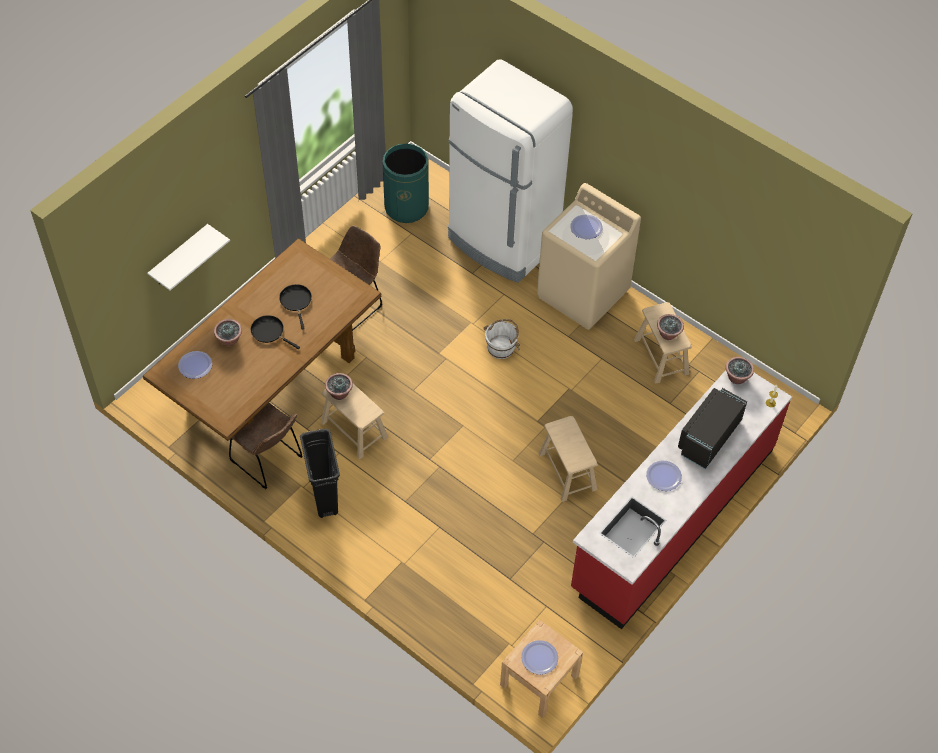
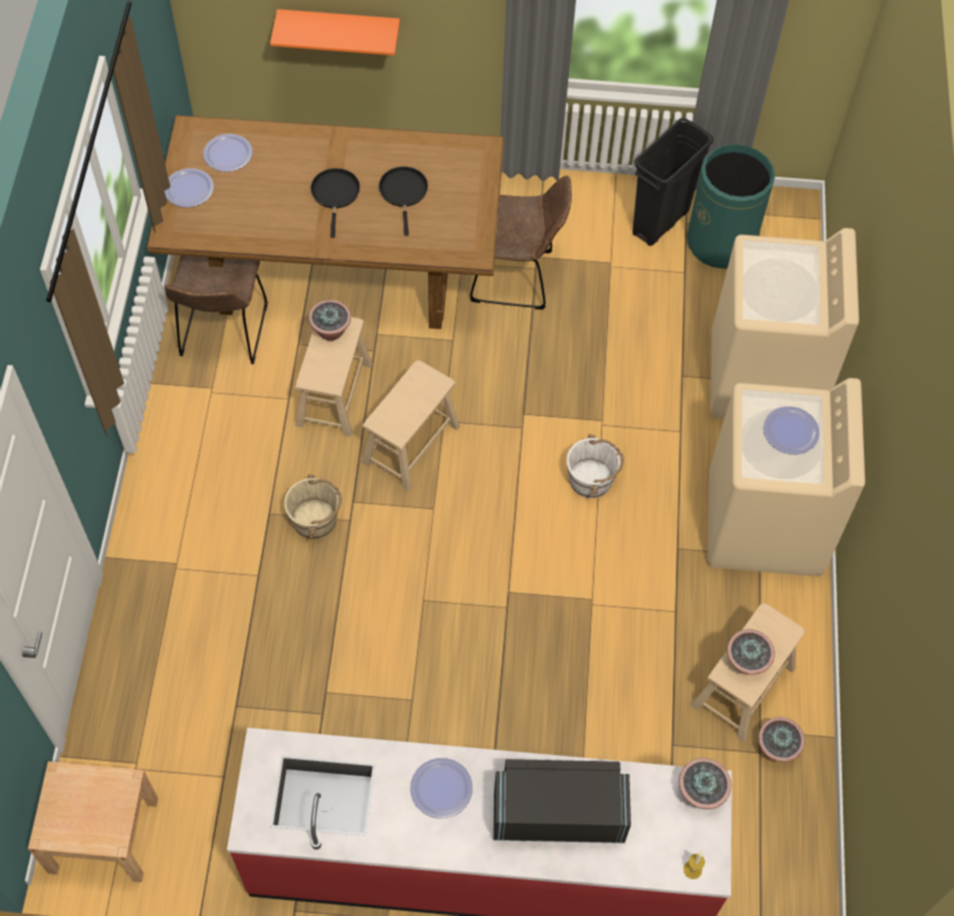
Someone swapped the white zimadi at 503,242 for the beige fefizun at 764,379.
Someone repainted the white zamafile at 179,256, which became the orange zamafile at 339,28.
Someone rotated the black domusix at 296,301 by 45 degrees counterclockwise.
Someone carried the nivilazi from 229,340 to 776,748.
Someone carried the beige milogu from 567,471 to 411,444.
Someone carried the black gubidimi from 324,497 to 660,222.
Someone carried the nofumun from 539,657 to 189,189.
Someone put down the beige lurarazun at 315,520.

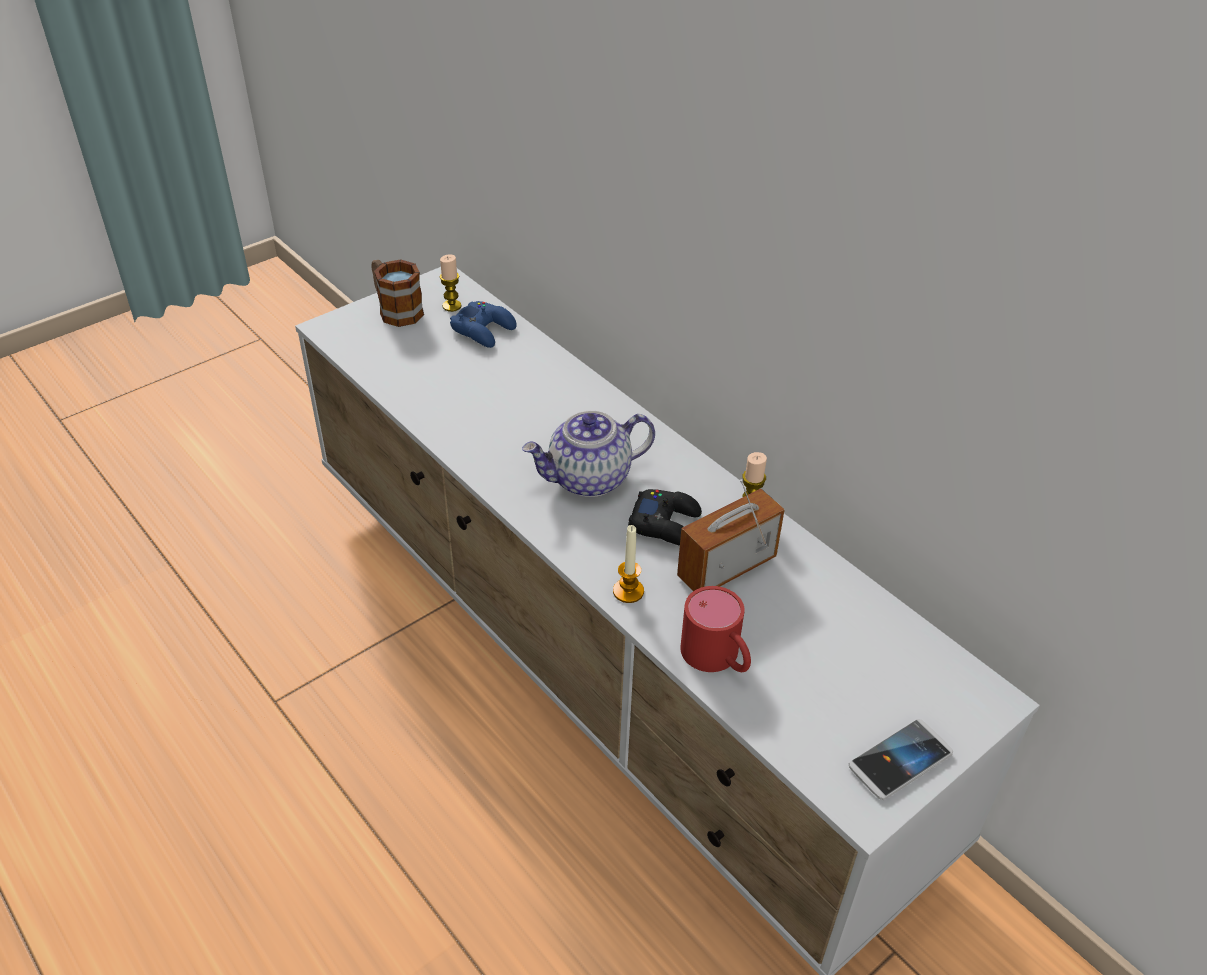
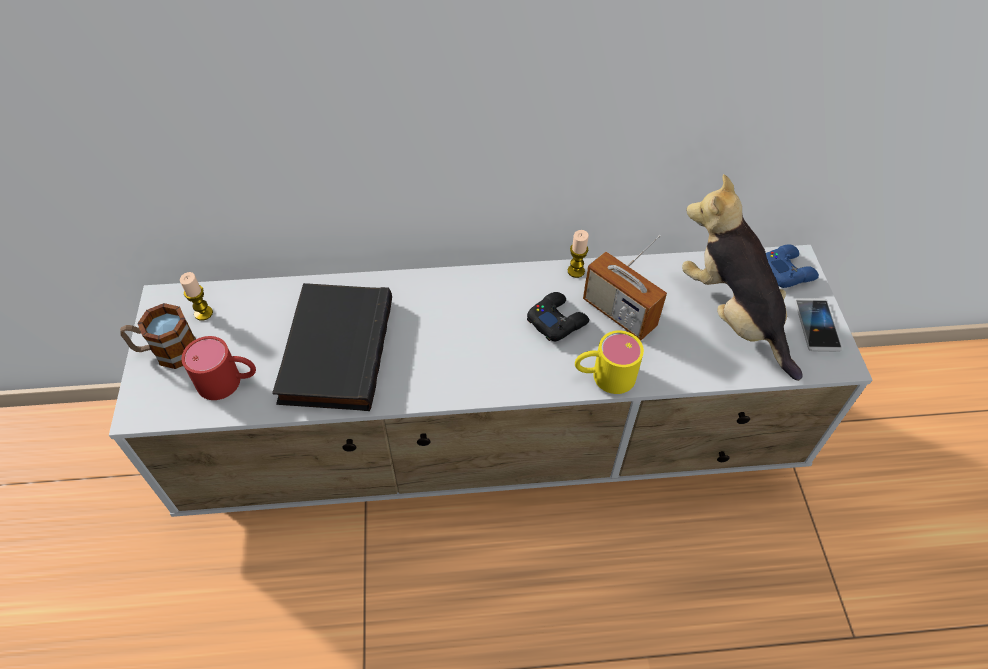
Someone carried the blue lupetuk from 484,330 to 786,271.
Someone took away the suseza at 589,479.
Someone rotated the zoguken at 726,567 by 45 degrees counterclockwise.
Someone swapped the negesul at 628,591 for the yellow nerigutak at 604,376.
Someone carried the red nerigutak from 718,658 to 229,381.
Someone put down the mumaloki at 732,315.
Someone put down the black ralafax at 334,349.

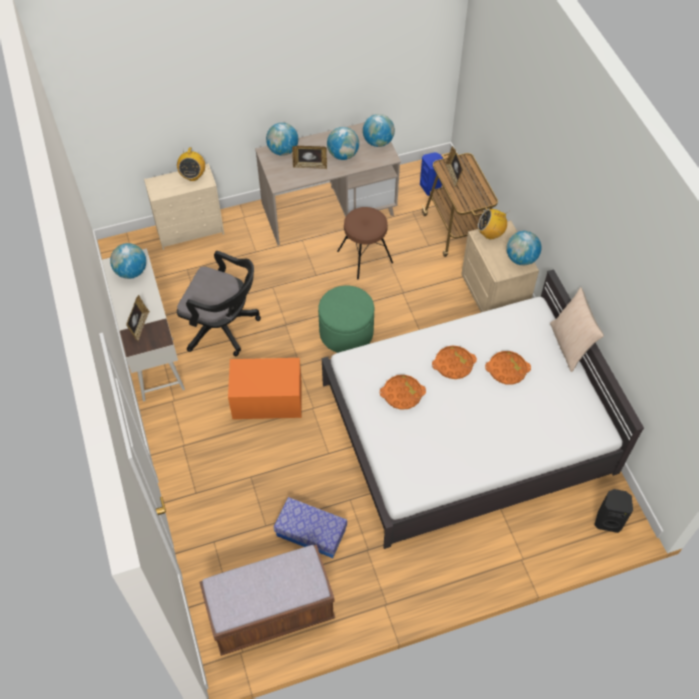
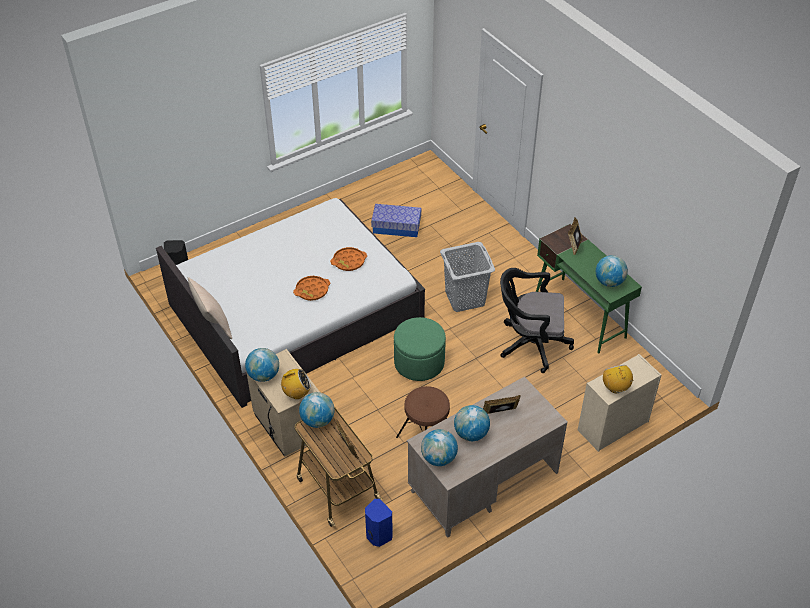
Someone carried the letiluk from 283,150 to 318,420.
Someone repainted the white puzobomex at 151,349, which became the green puzobomex at 580,315.
Someone took away the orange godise at 507,369.
Someone swapped the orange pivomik at 267,399 for the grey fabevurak at 465,298.
Someone took away the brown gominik at 271,613.

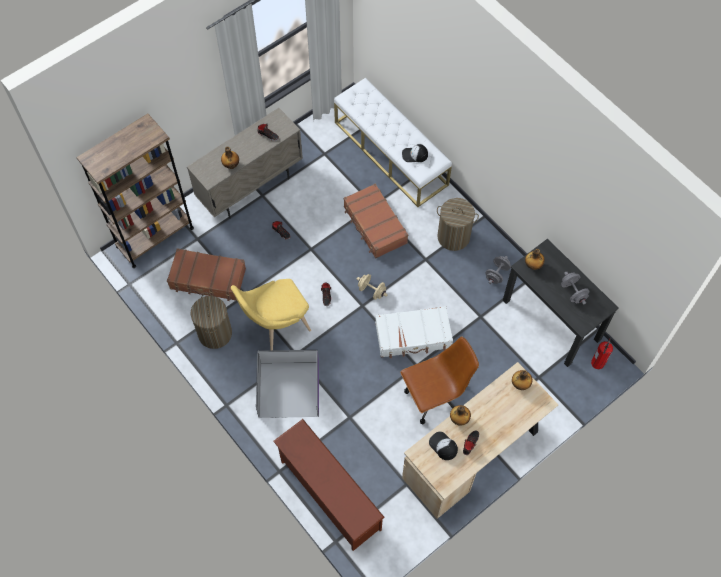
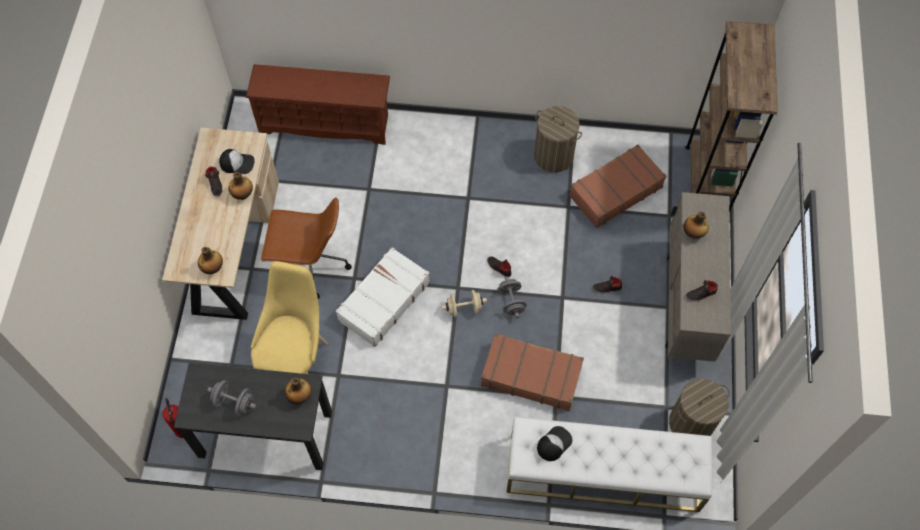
Someone carried the fabevurak from 453,237 to 691,423.
Someone carried the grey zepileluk from 497,274 to 511,302.
Someone carried the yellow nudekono from 276,325 to 296,358.
Someone rotated the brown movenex at 435,398 by 105 degrees counterclockwise.
Someone took away the purple pivomik at 288,389.

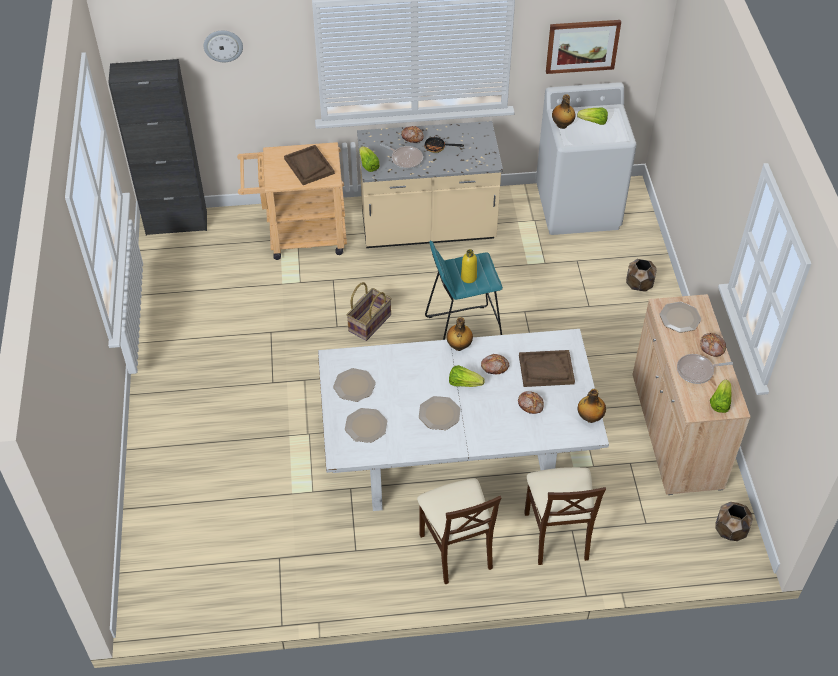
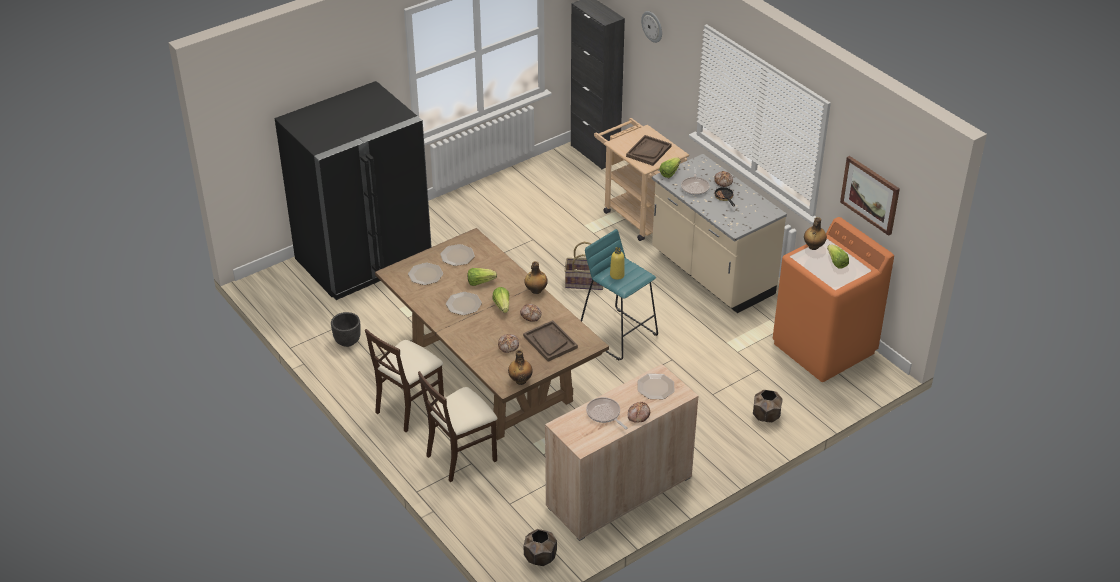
Someone repainted the white fefizun at 578,207, which became the orange fefizun at 824,348.
Someone repainted the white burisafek at 457,458, which became the brown burisafek at 492,377.
Someone carried the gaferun from 720,402 to 480,282.
Someone put down the black zimadi at 364,260.
Someone put down the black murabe at 347,341.

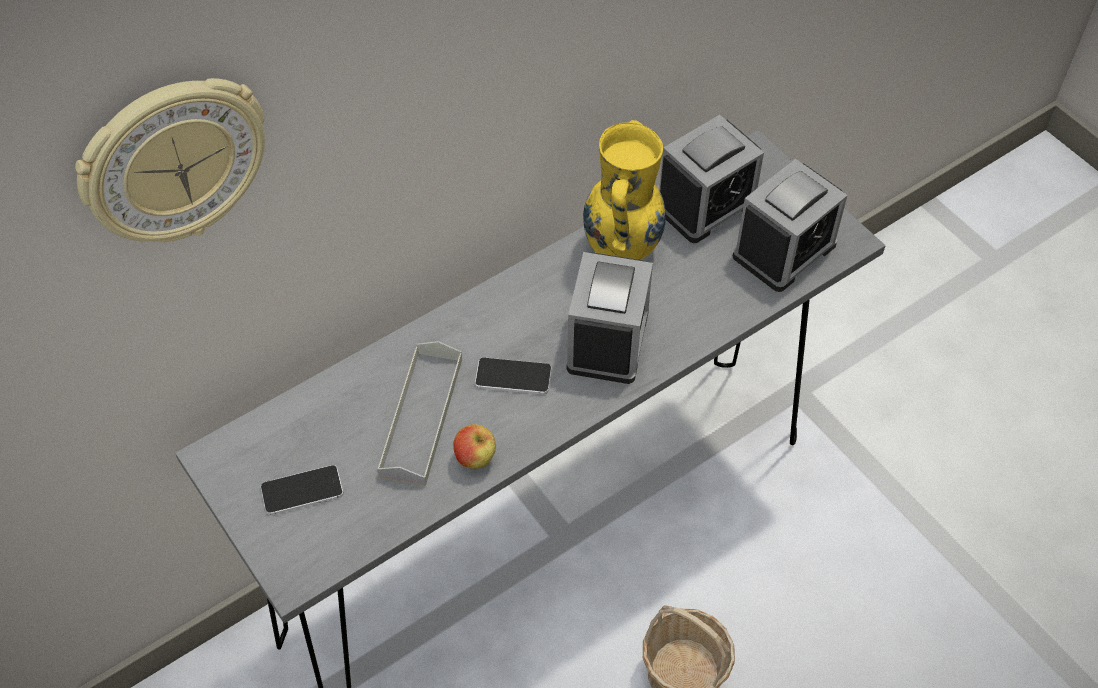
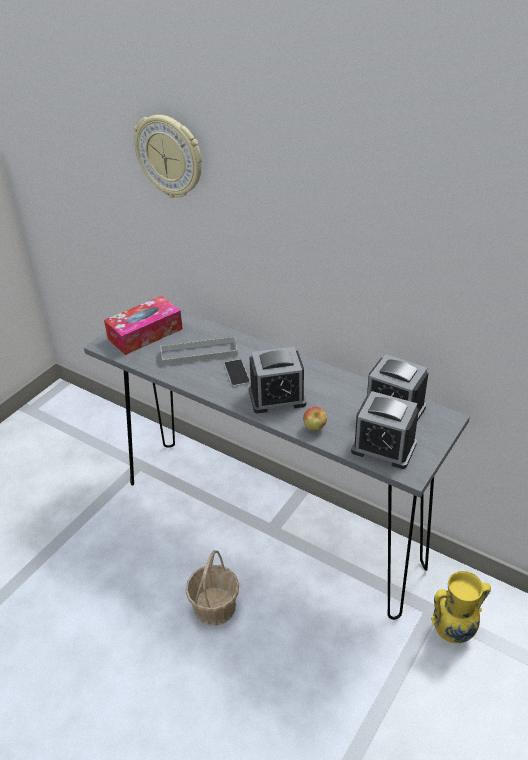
Someone carried the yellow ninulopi from 623,247 to 453,632.
Someone carried the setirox from 475,459 to 315,428.
Someone swapped the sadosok at 302,491 for the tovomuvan at 145,333.

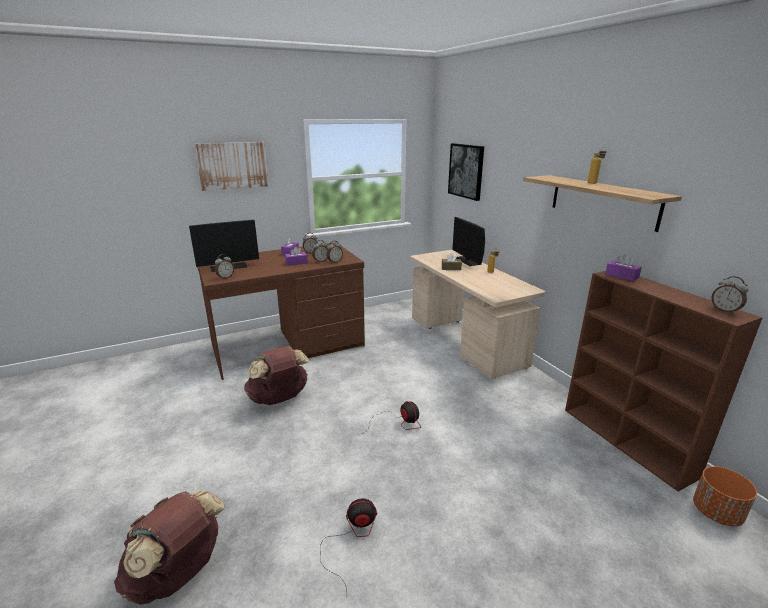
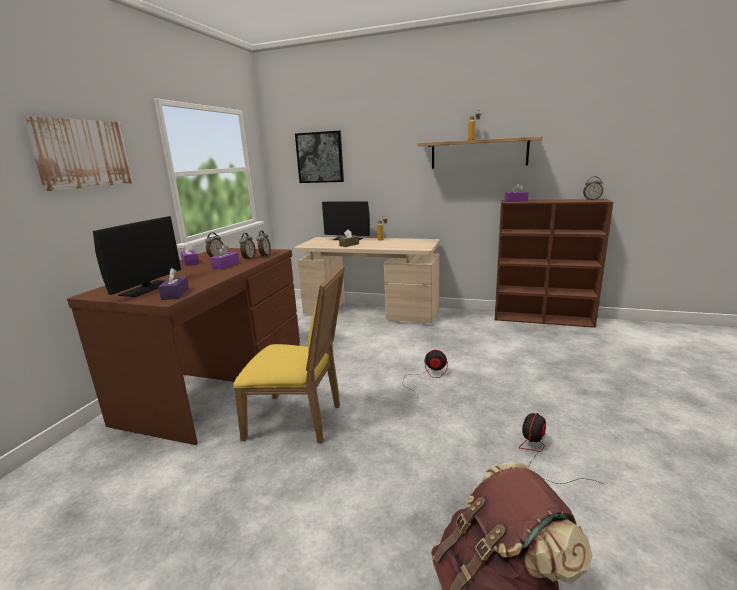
Someone swapped the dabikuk at 225,277 for the purple tovomuvan at 175,294.
Someone swapped the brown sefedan at 279,399 for the yellow nudekono at 300,420.
Someone took away the orange murabe at 717,513.

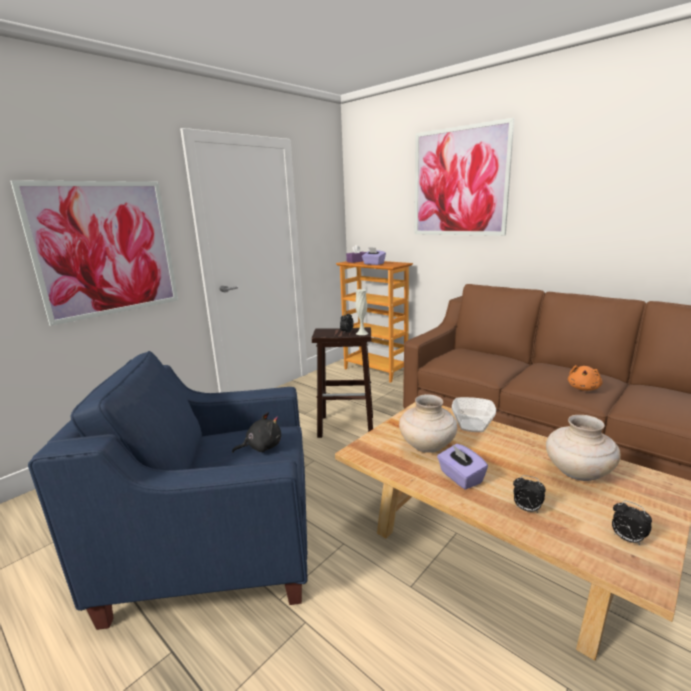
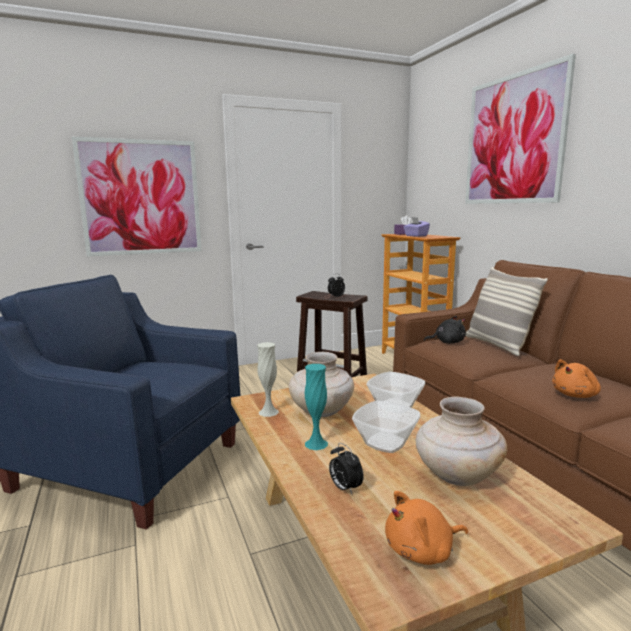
Someone carried the white ninulopi from 362,333 to 268,412.
Someone carried the black mumaloki from 261,447 to 447,342.
Someone swapped the purple tovomuvan at 460,477 for the turquoise ninulopi at 316,444.
Someone swapped the dabikuk at 626,539 for the orange mumaloki at 422,551.
Someone put down the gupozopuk at 498,345.
Someone put down the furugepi at 386,443.

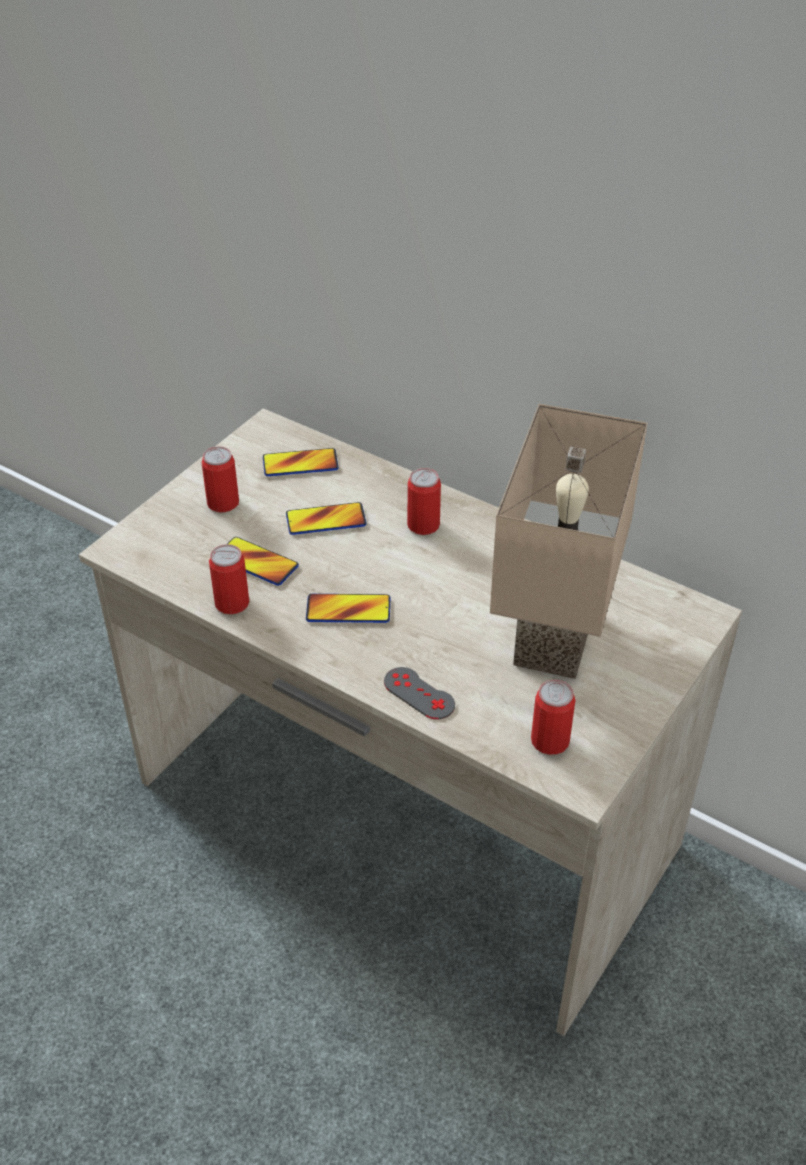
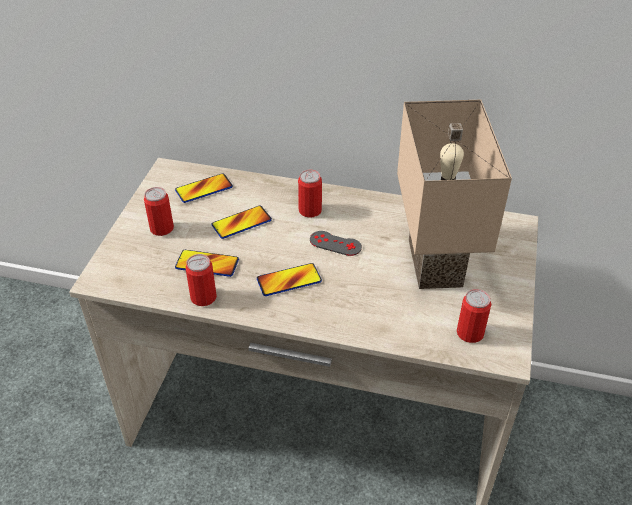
Someone carried the grey lupetuk from 419,693 to 335,243.

